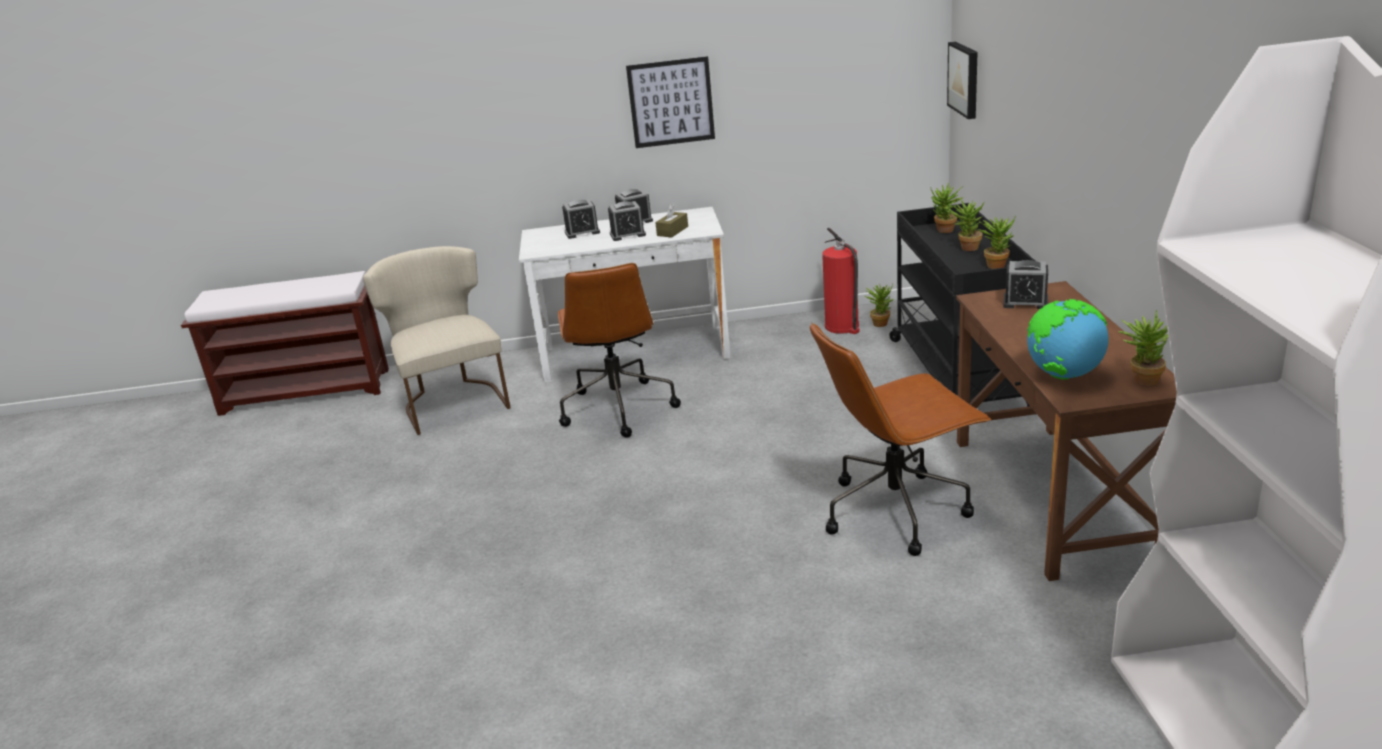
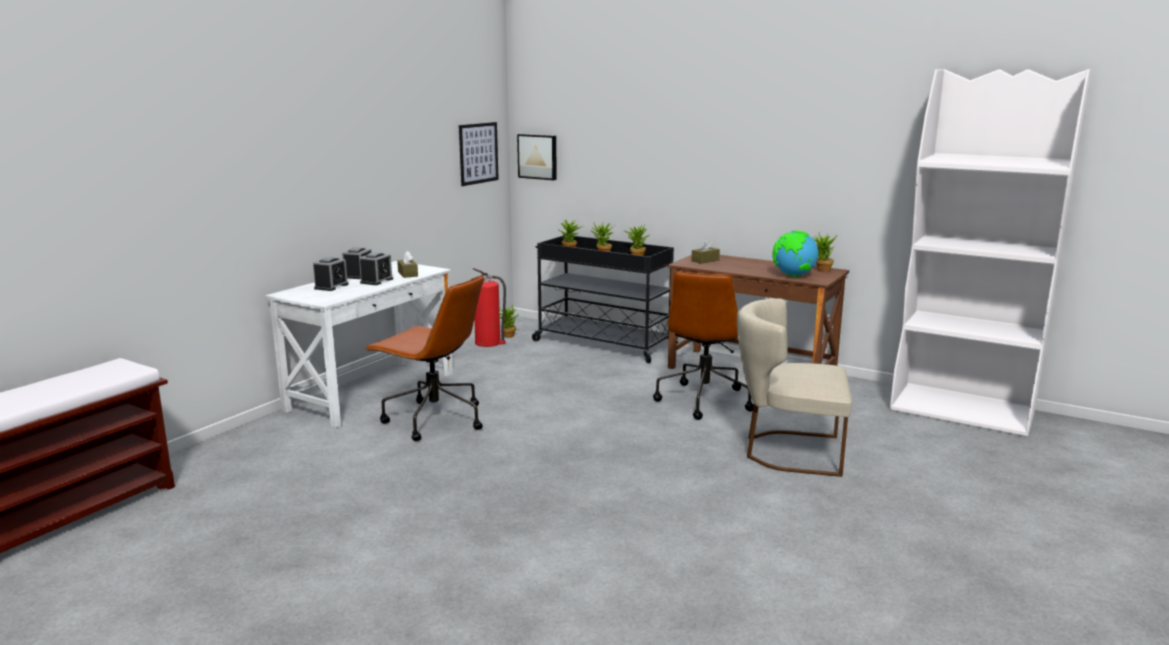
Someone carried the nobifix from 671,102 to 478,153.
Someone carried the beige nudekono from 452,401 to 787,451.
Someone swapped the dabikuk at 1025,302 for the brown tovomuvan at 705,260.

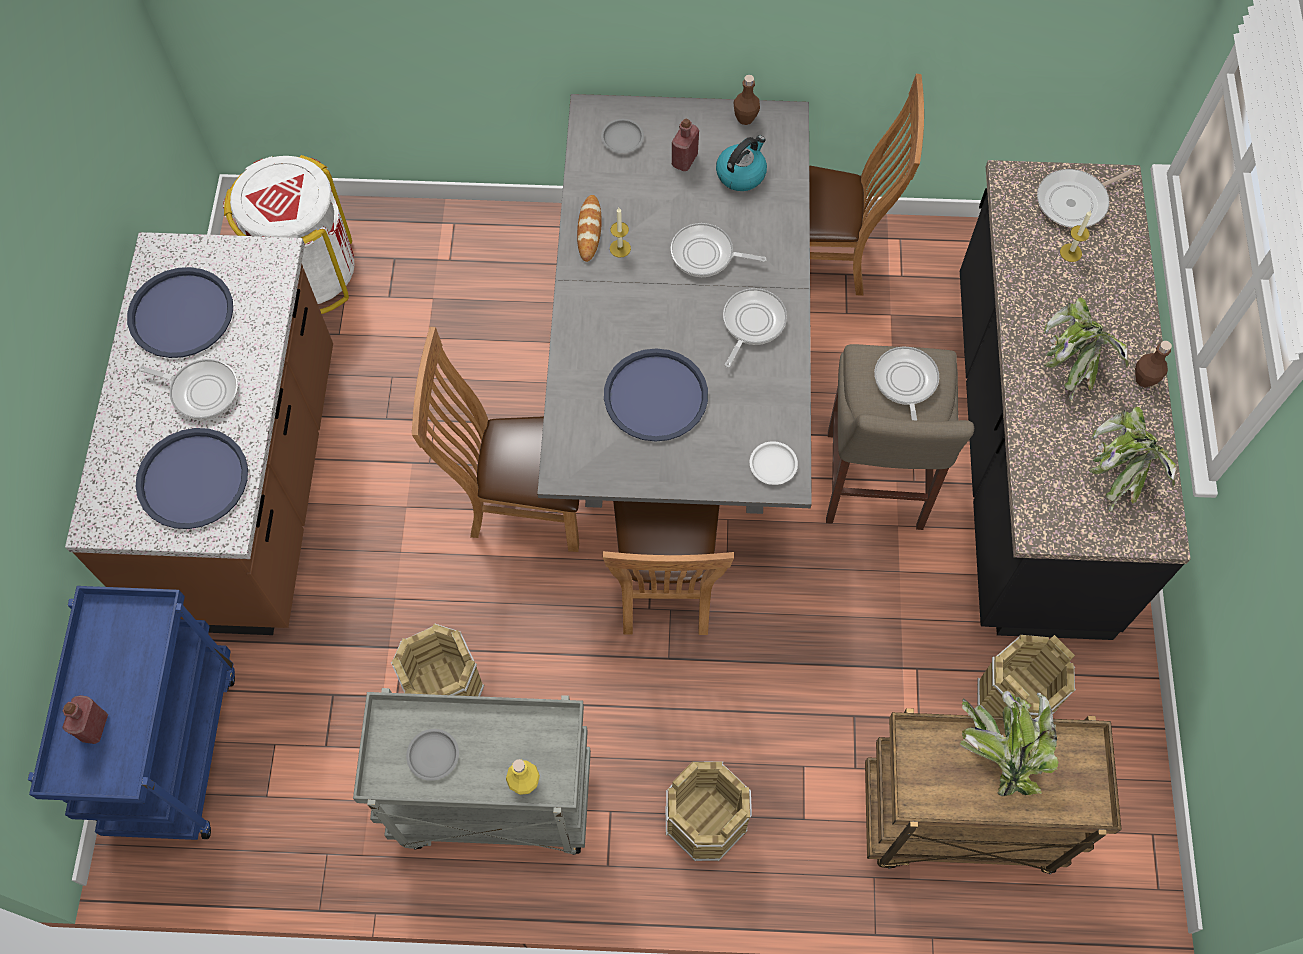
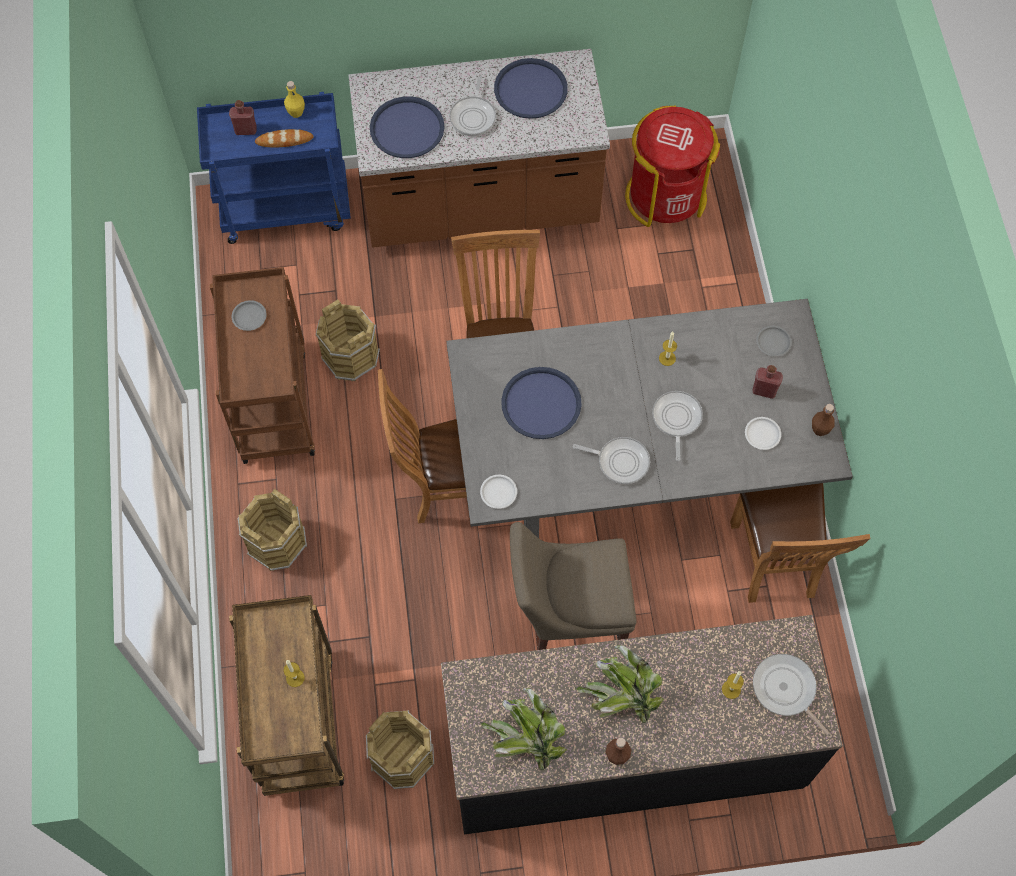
Someone swapped the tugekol at 741,173 for the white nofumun at 762,434.
Someone repainted the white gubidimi at 308,272, which became the red gubidimi at 665,196.
Someone carried the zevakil from 589,230 to 284,140.
Someone took away the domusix at 905,383.
Someone repainted the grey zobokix at 491,803, which became the brown zobokix at 272,403.
Someone swapped the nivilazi at 999,751 for the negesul at 295,678.
Someone carried the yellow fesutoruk from 524,783 to 296,112.

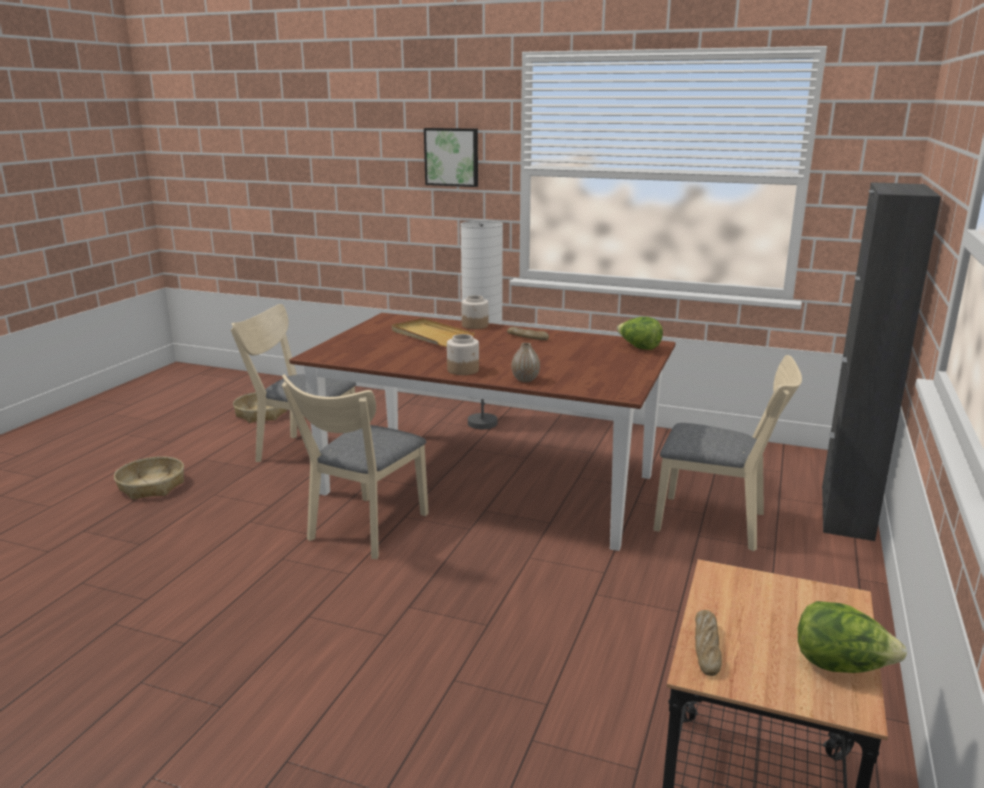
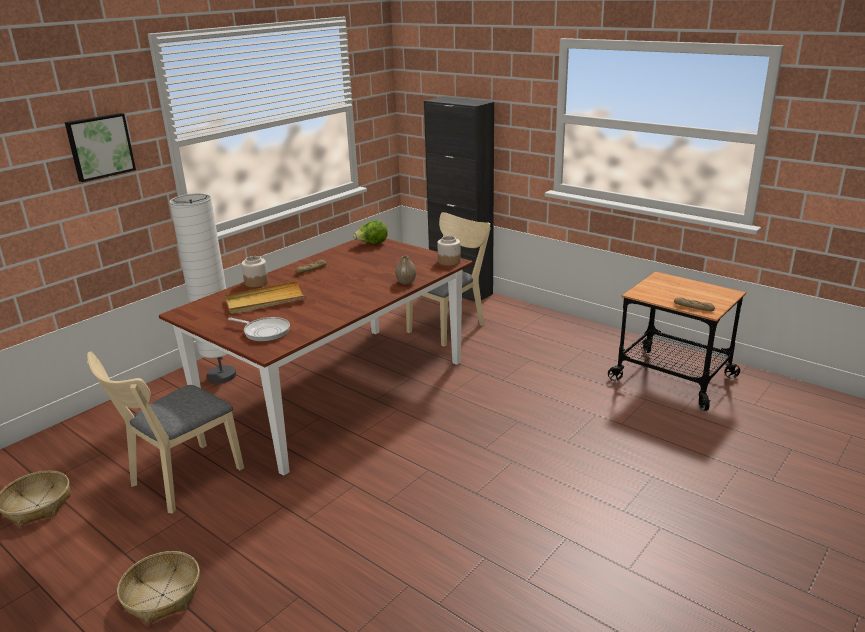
Someone carried the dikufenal from 463,370 to 449,261.
Someone took away the beige nudekono at 364,530.
Someone took away the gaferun at 841,666.
Someone put down the domusix at 264,331.

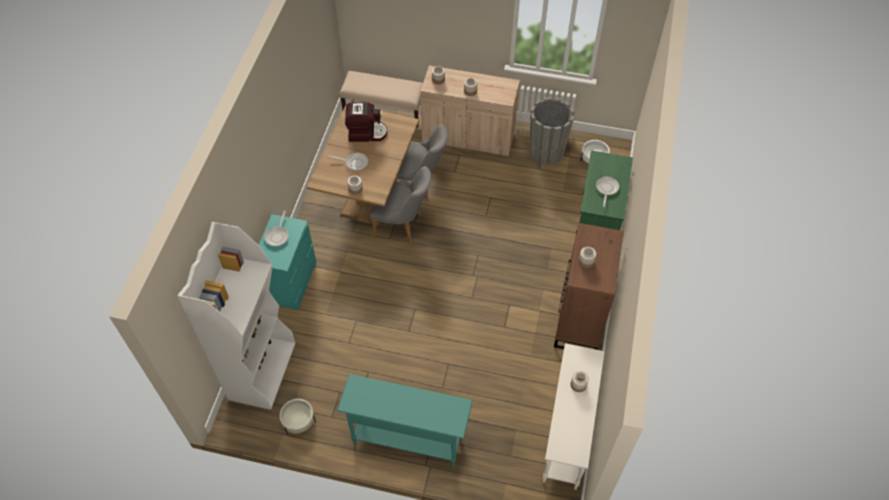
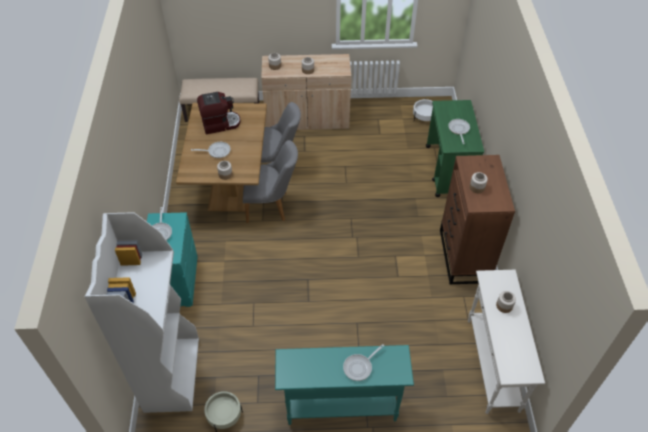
Someone took away the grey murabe at 546,151.
Someone put down the domusix at 359,367.

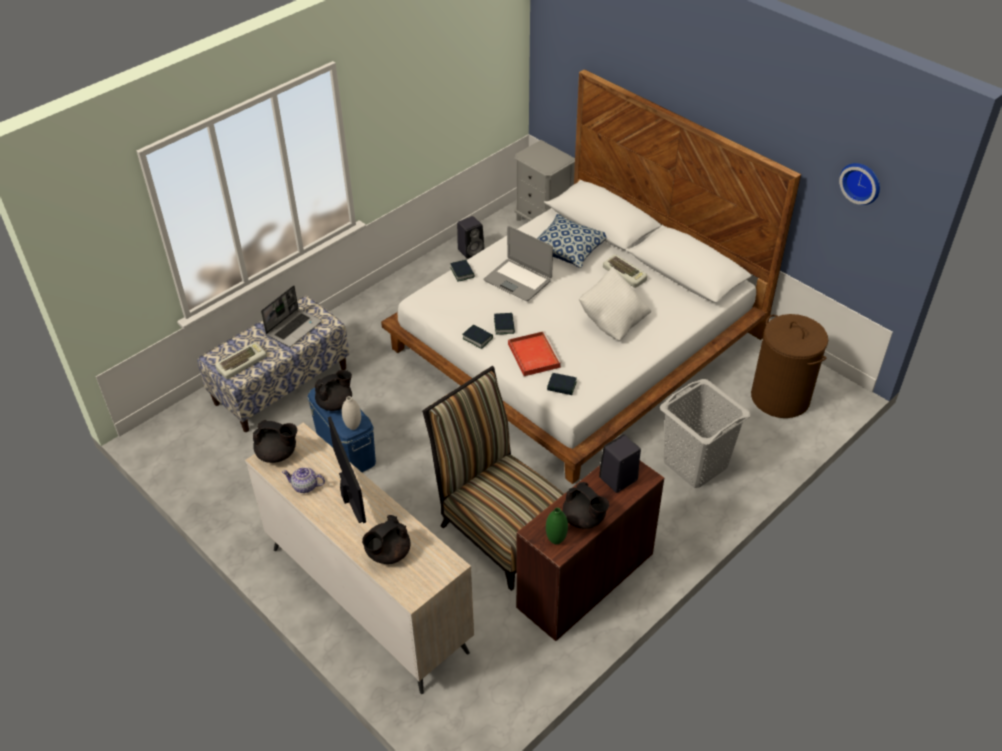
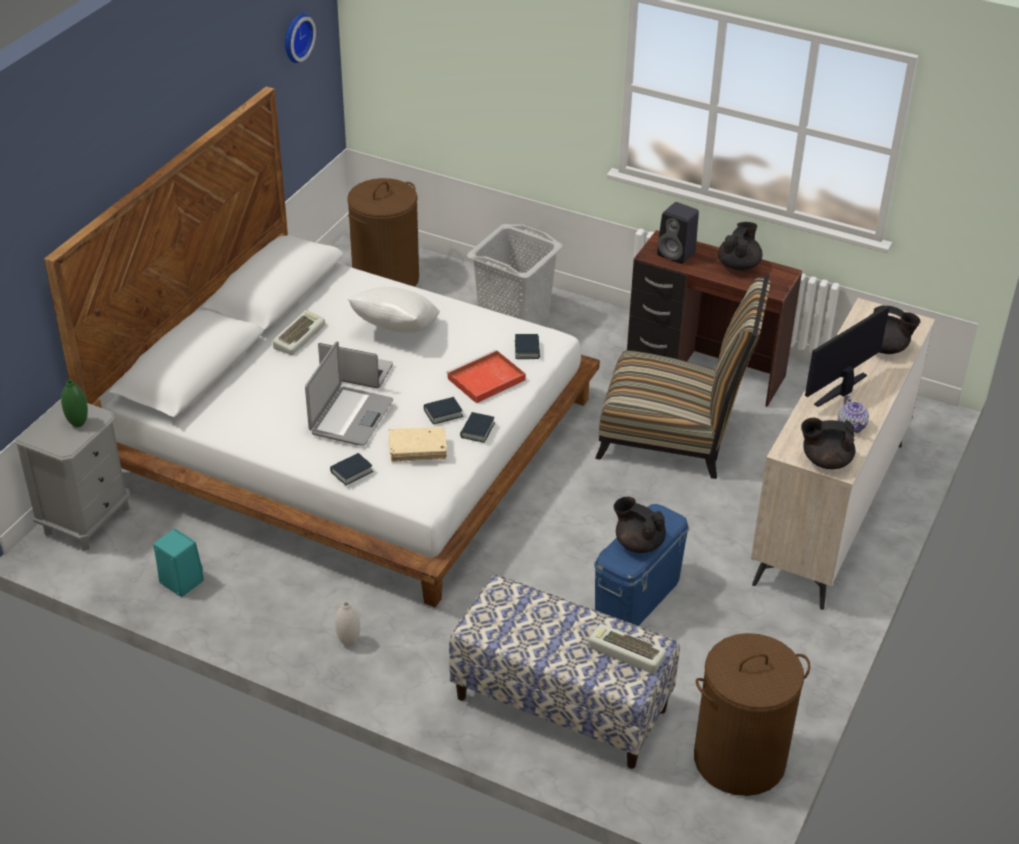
Someone took away the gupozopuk at 568,249.
Someone repainted the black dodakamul at 471,250, which became the turquoise dodakamul at 180,581.
Someone carried the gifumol from 294,328 to 356,372.
Someone rotated the nudekono at 502,526 by 105 degrees counterclockwise.
Someone carried the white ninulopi from 353,426 to 349,642.
Someone rotated the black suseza at 277,454 by 75 degrees counterclockwise.
Someone carried the green ninulopi from 556,540 to 78,423.
Someone put down the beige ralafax at 417,449.
Someone put down the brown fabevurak at 739,759.

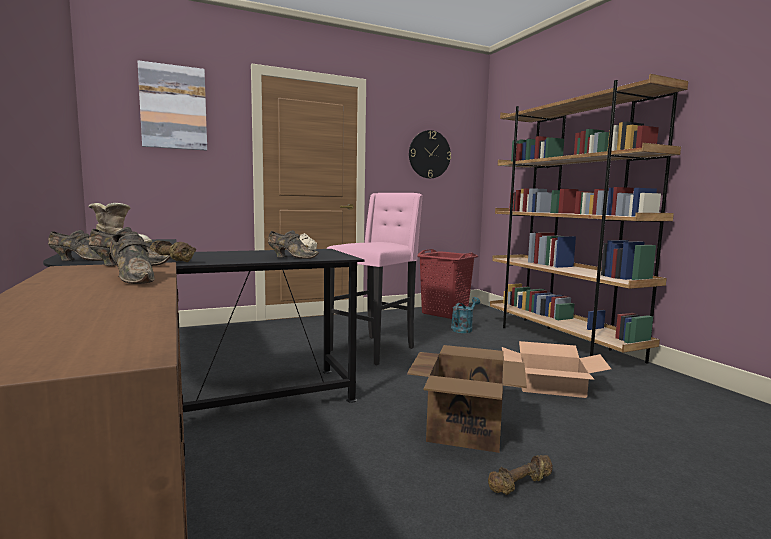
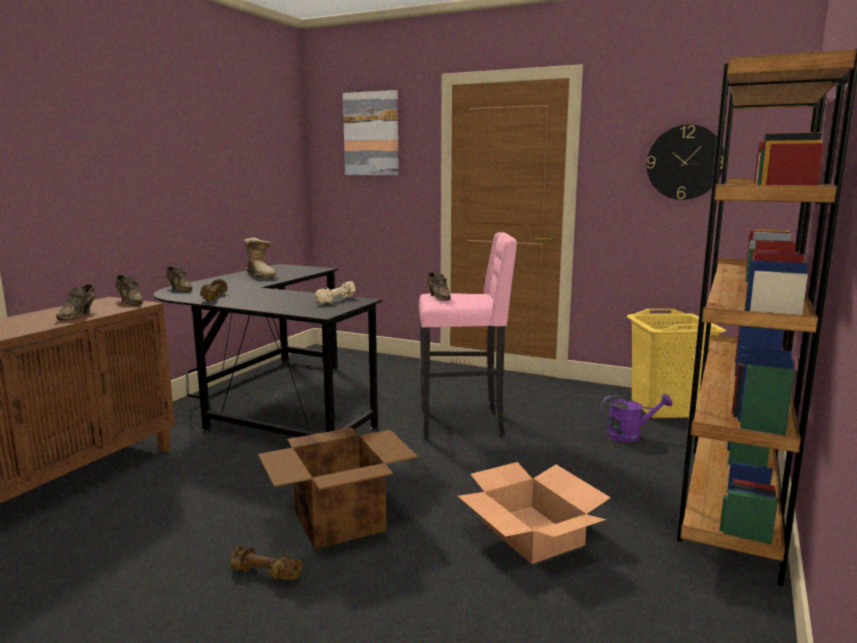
Someone carried the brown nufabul from 291,257 to 438,297.
Someone repainted the red fabevurak at 444,313, which became the yellow fabevurak at 665,409.
Someone repainted the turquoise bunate at 463,329, which became the purple bunate at 629,435.

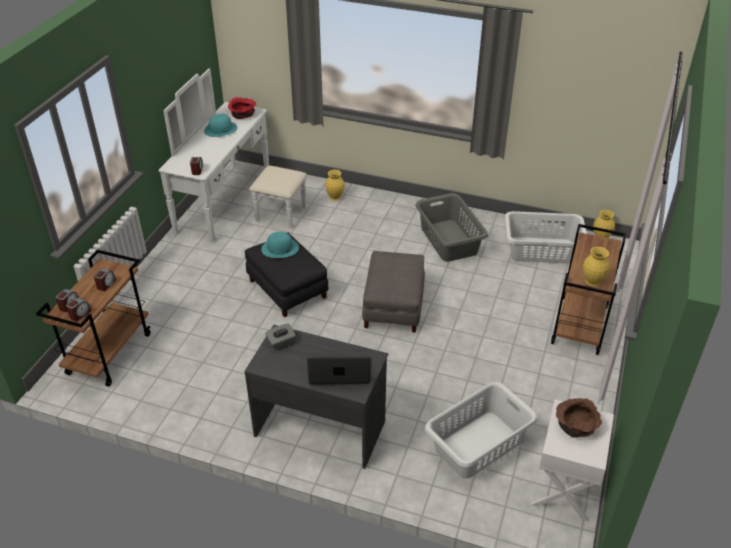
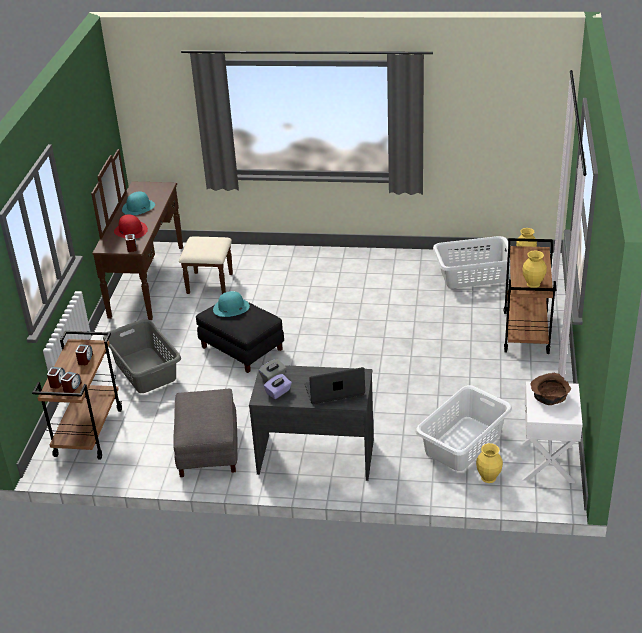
Someone repainted the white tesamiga at 237,204, which became the brown tesamiga at 161,281.
Someone took away the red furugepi at 243,114.
Someone carried the yellow ninulopi from 335,197 to 488,477.
Someone carried the grey fabevurak from 448,241 to 145,371.
Someone carried the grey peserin from 394,306 to 208,449.
Someone put down the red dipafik at 131,230.
Someone put down the purple tovomuvan at 278,392.

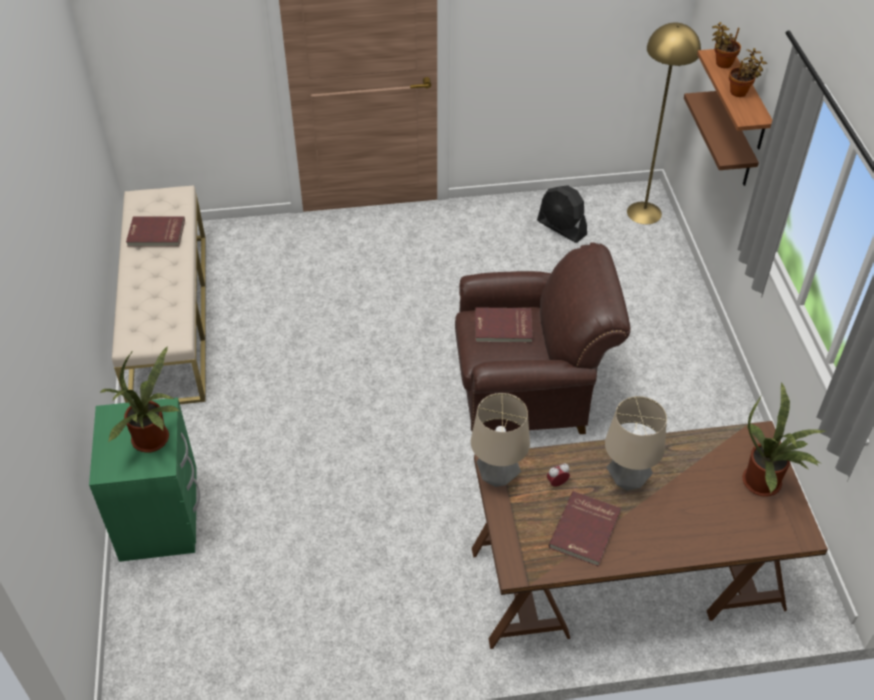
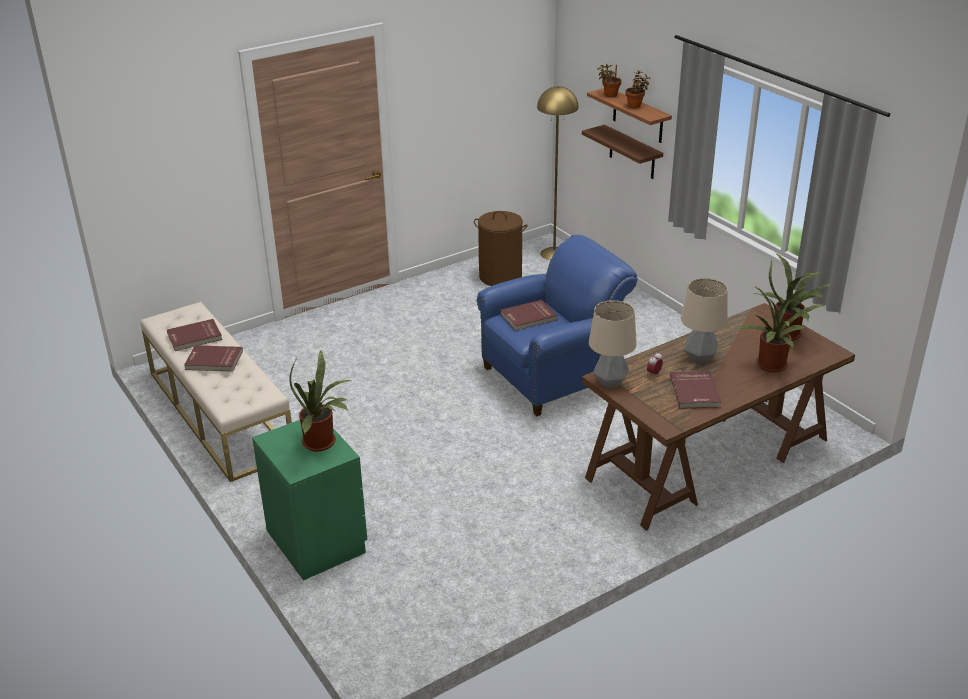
Someone swapped the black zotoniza at 561,228 for the brown fabevurak at 501,277.
Someone repainted the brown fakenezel at 530,392, which became the blue fakenezel at 554,376.
Someone put down the nivilazi at 771,367.
Someone put down the red ralafax at 213,361.

